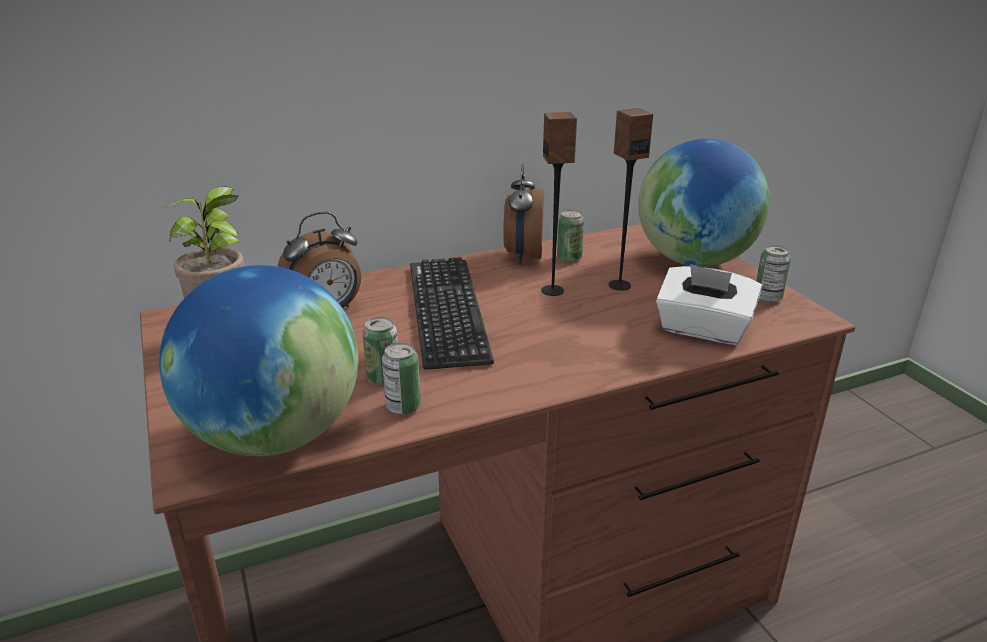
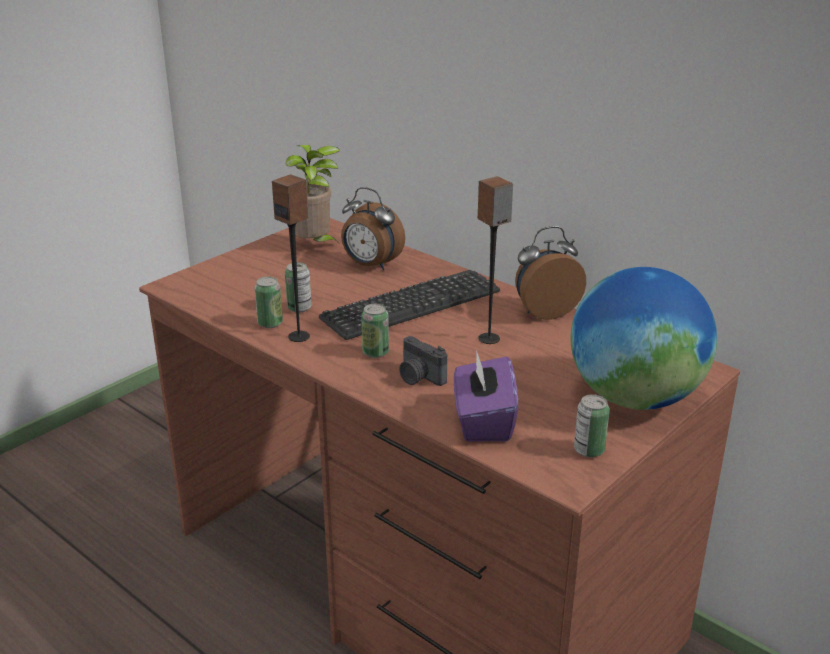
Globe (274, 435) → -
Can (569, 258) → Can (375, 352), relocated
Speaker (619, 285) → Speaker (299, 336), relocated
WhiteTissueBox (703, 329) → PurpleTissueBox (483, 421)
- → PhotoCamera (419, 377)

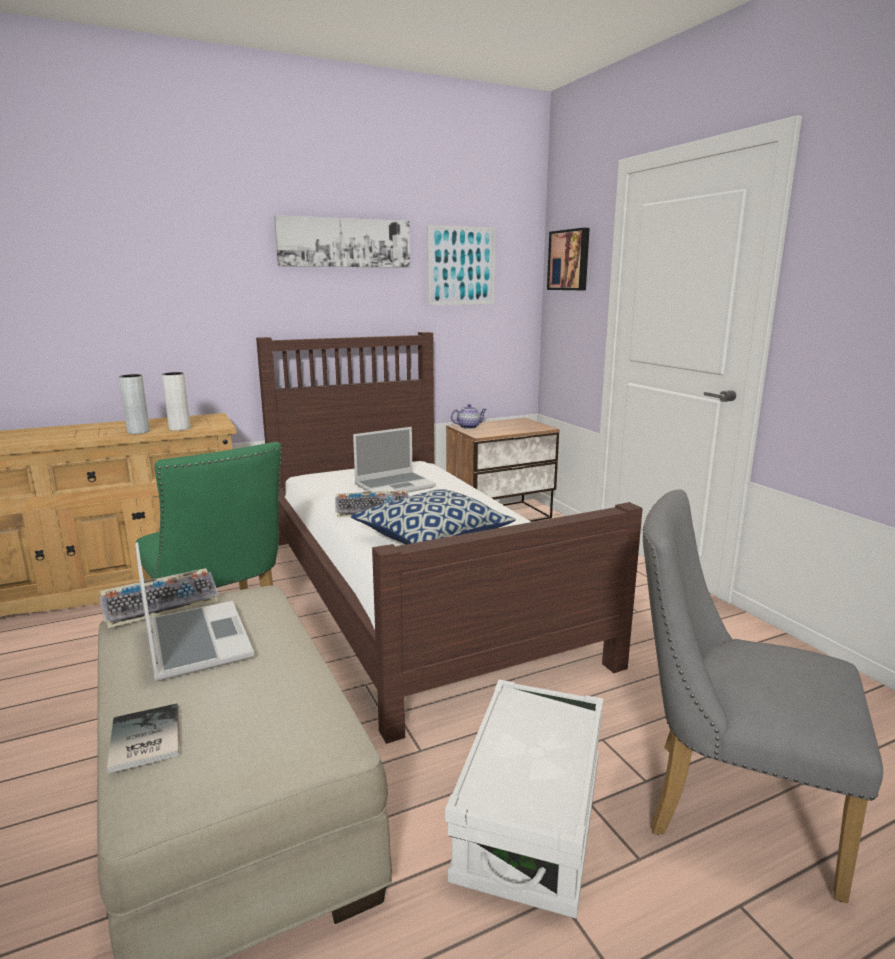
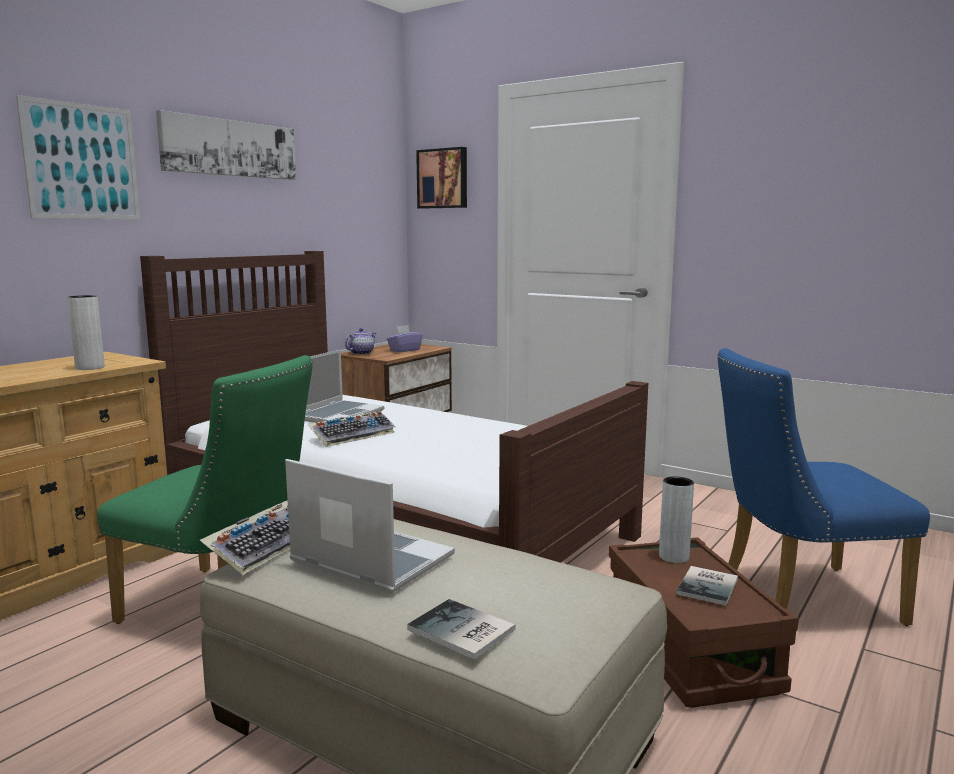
GreyVase (138, 432) → GreyVase (674, 557), relocated
Pillow (433, 538) → -
Picture (461, 266) → Picture (82, 162), relocated
WhiteStorageBox (530, 820) → BrownStorageBox (690, 650)
GreyChair (725, 805) → BlueChair (796, 598)
- → PurpleTissueBox (404, 350)
- → Book (709, 586)

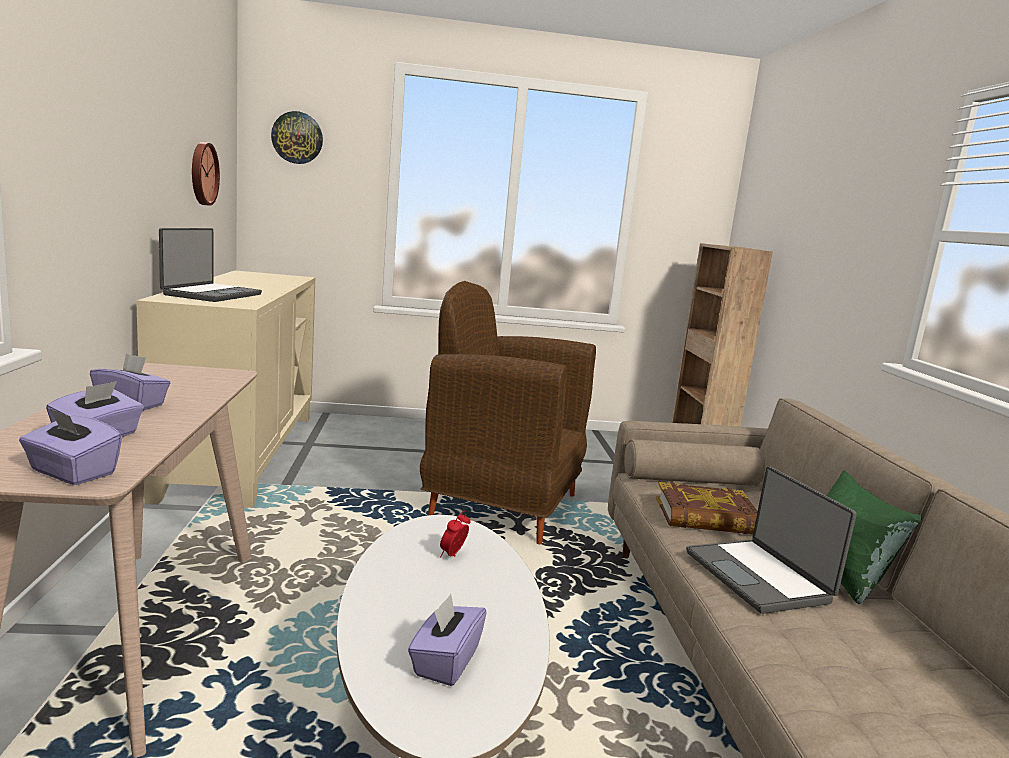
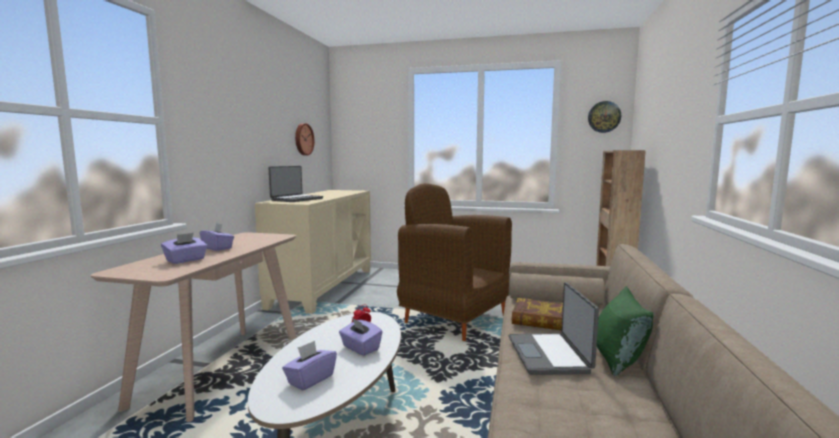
PurpleTissueBox (72, 473) → PurpleTissueBox (360, 348), relocated
WallClock (297, 138) → WallClock (604, 117), relocated

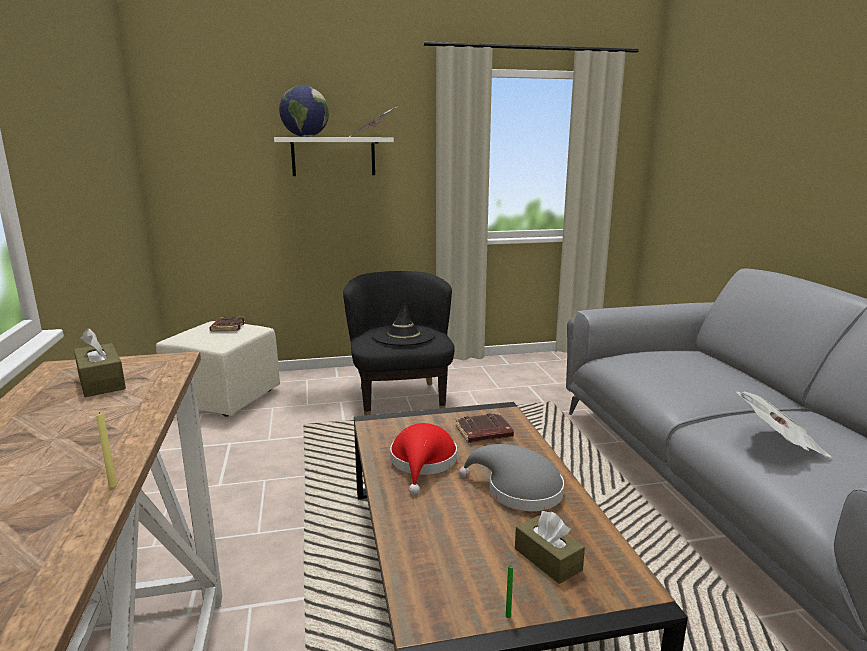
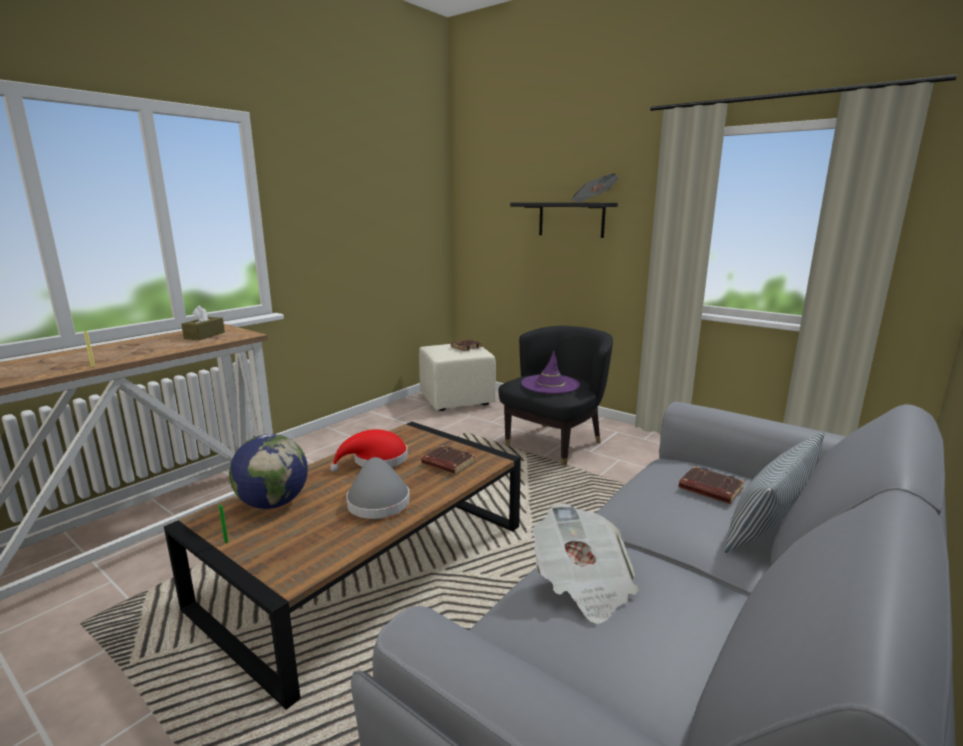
WhiteShelf (333, 156) → BlackShelf (571, 219)
Globe (305, 137) → Globe (273, 503), relocated
BlackHat (403, 336) → PurpleHat (550, 384)
BrownTissueBox (547, 559) → -
- → BrownBook (709, 489)
- → Pillow (770, 522)

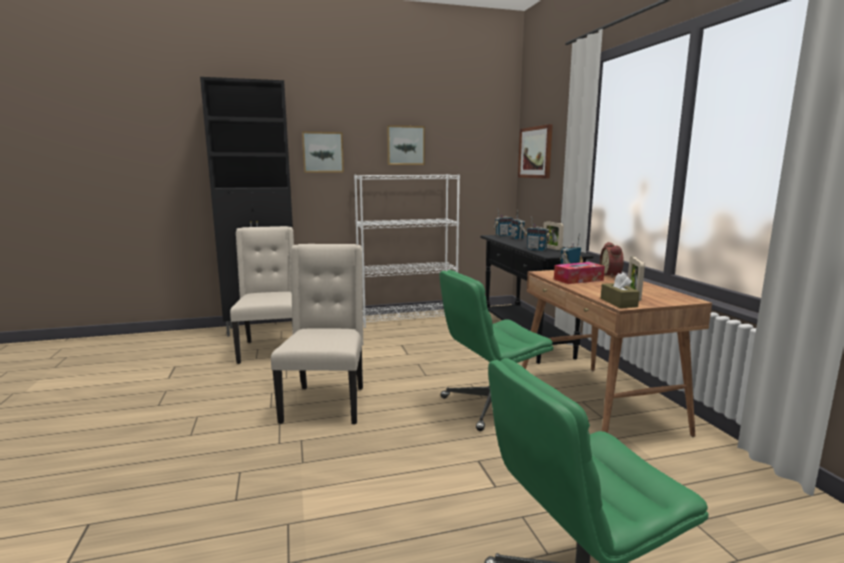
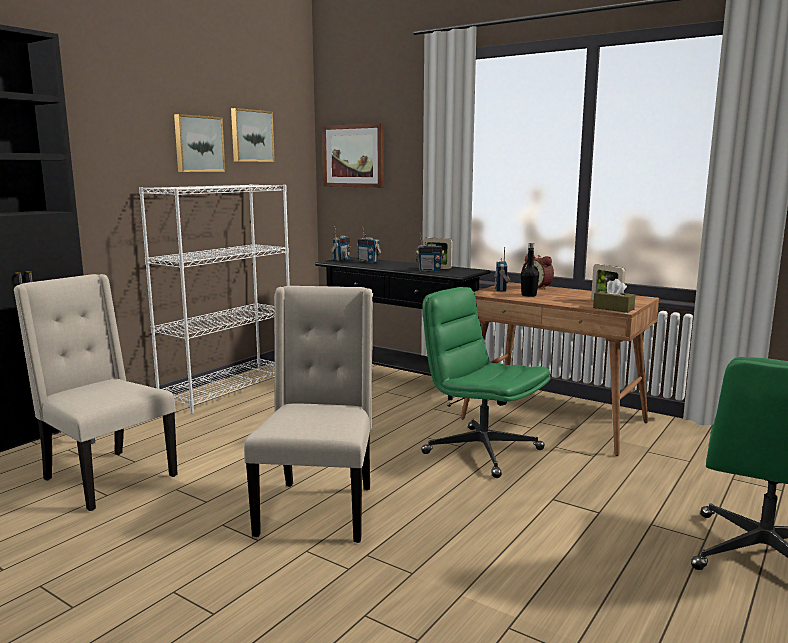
BeigeChair (325, 403) → BeigeChair (318, 509), 45 degrees clockwise
Picture (322, 152) → Picture (251, 136), relocated
GreenOfficeChair (490, 406) → GreenOfficeChair (481, 451), 105 degrees clockwise
TissueBox (578, 280) → BlackBottle (529, 295)

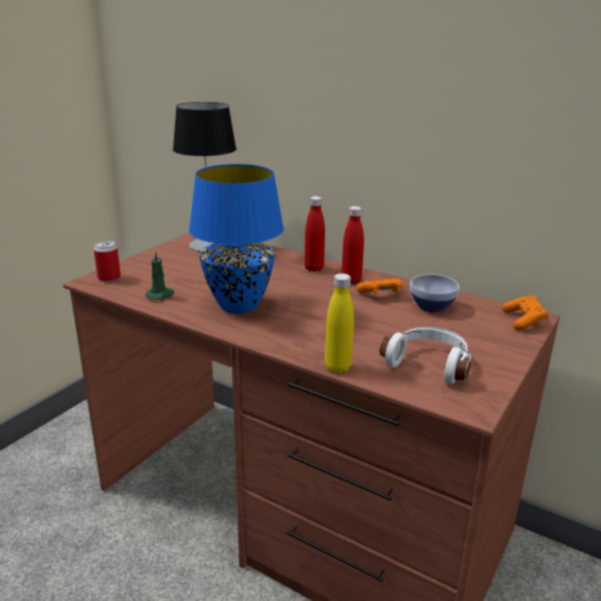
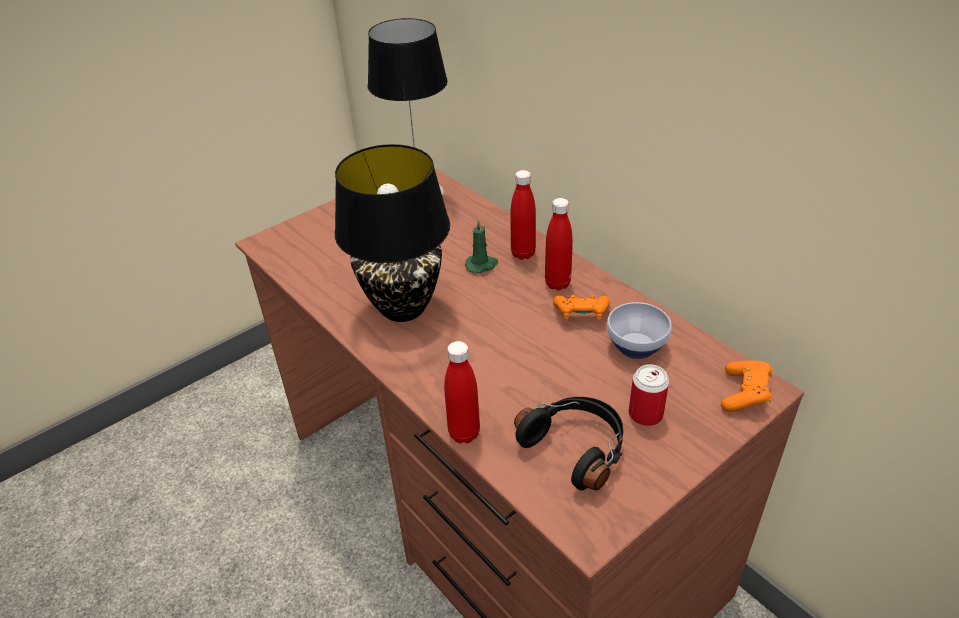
Can (109, 278) → Can (645, 414), relocated
GreenCandle (160, 295) → GreenCandle (482, 265), relocated
BlueTableLamp (239, 306) → BlackTableLamp (404, 308)
YellowBottle (337, 368) → RedBottle (464, 433)
WhiteHeadphones (429, 363) → BlackHeadphones (576, 447)

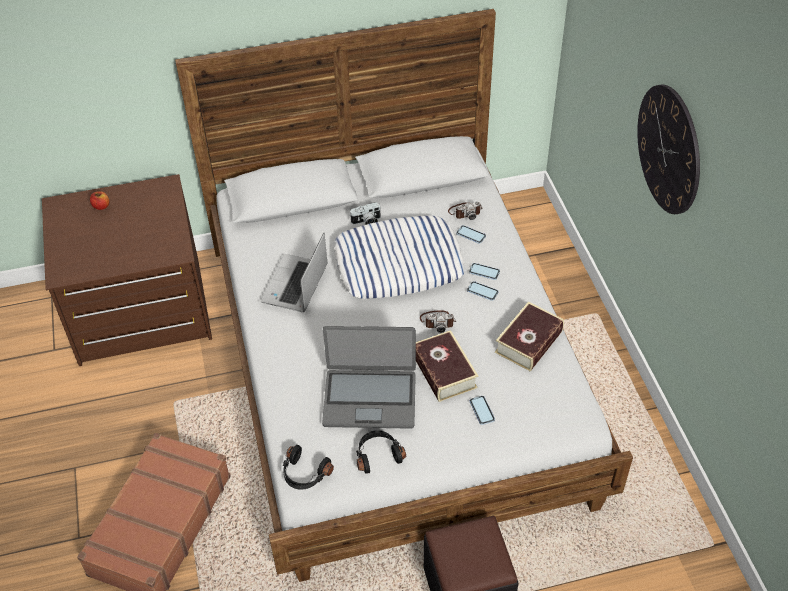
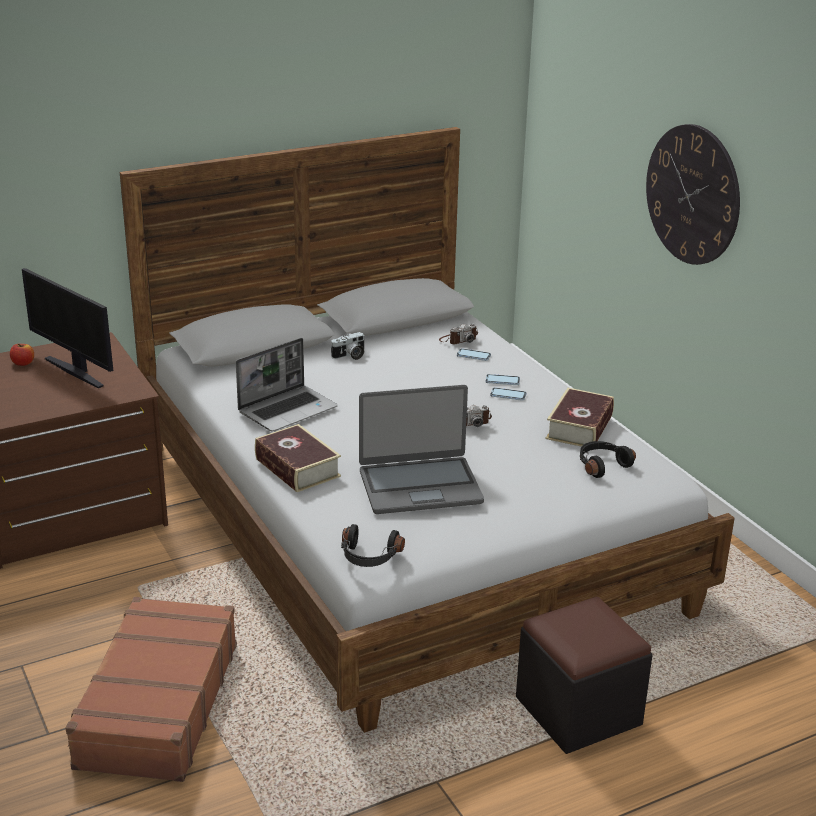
Laptop (295, 285) → Laptop (288, 410), 135 degrees counterclockwise
Pillow (399, 264) → -
BlackHeadphones (378, 455) → BlackHeadphones (601, 465), relocated
Book (444, 371) → Book (297, 467), relocated
Phone (482, 411) → -
- → Monitor (76, 371)

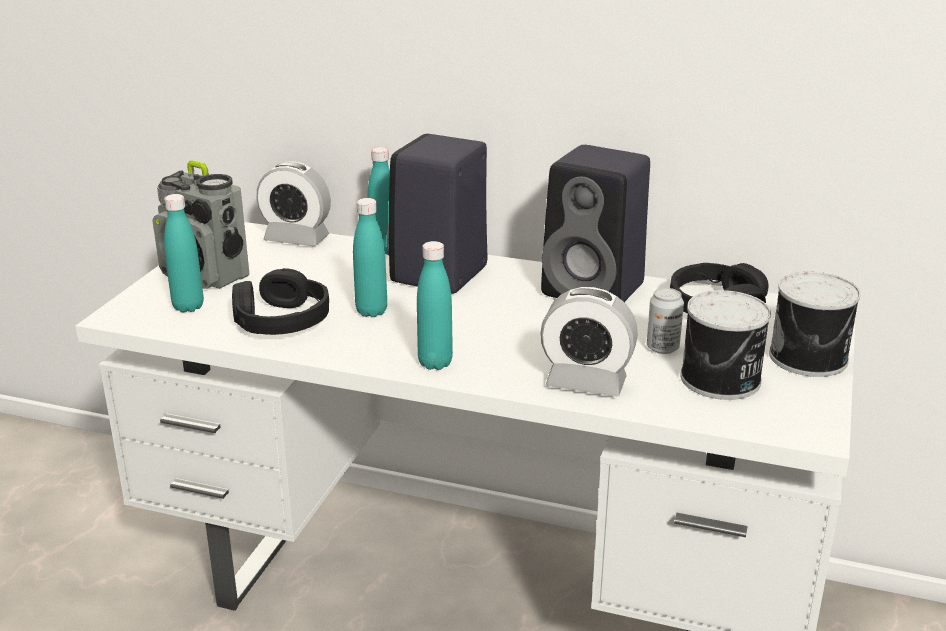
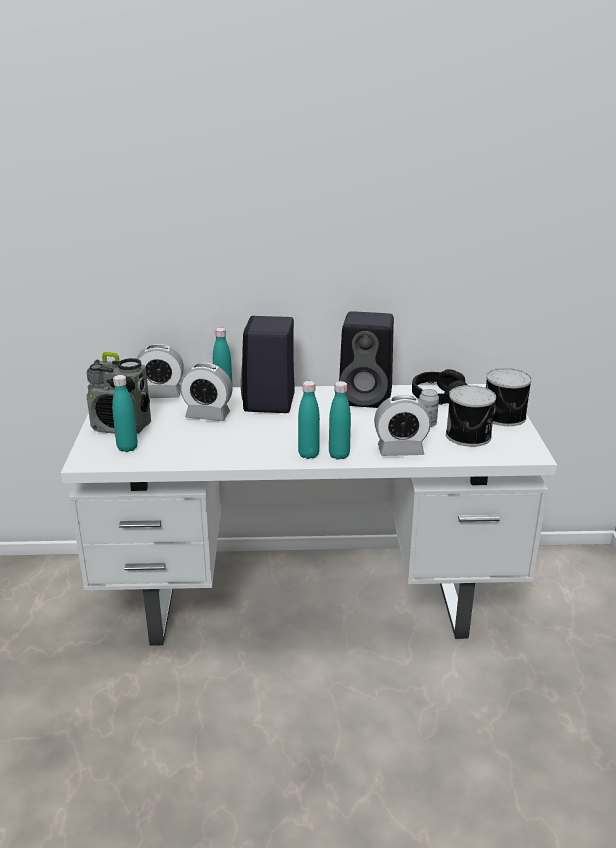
BlackHeadphones (281, 320) → -
TurquoiseBottle (371, 311) → TurquoiseBottle (339, 455), relocated
- → AlarmClock (207, 415)

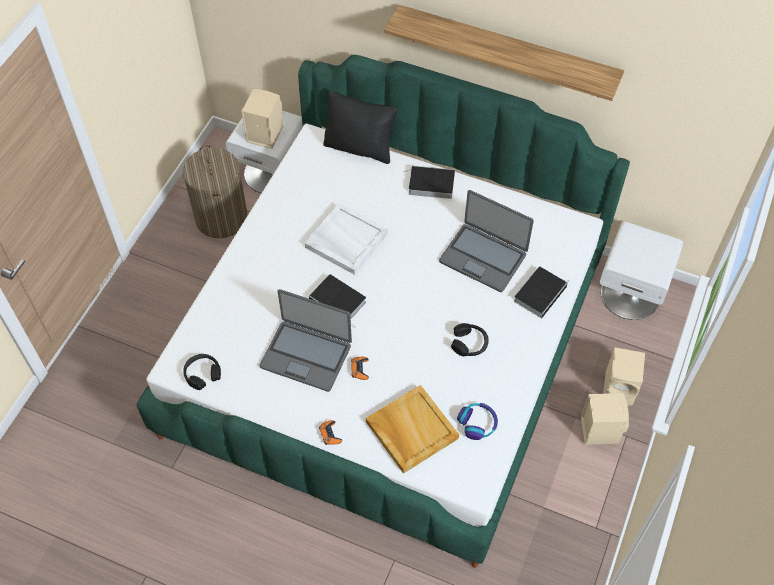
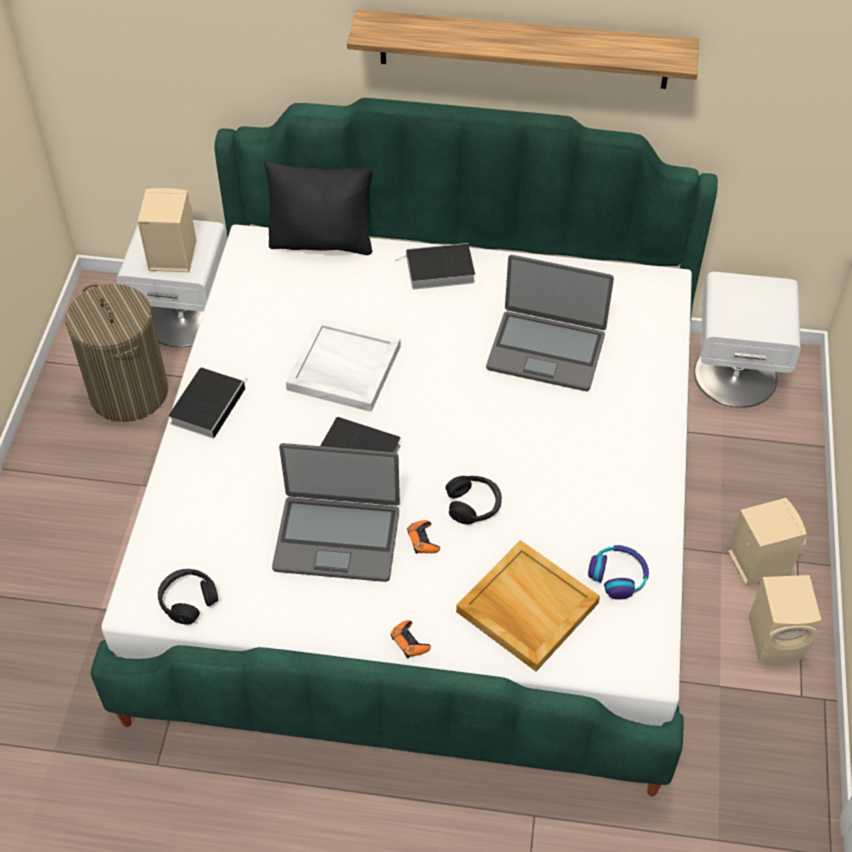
BlackHeadphones (469, 344) → BlackHeadphones (473, 505), relocated
Book (540, 293) → Book (208, 404), relocated
BeigeSpeaker (620, 389) → BeigeSpeaker (778, 638), relocated

